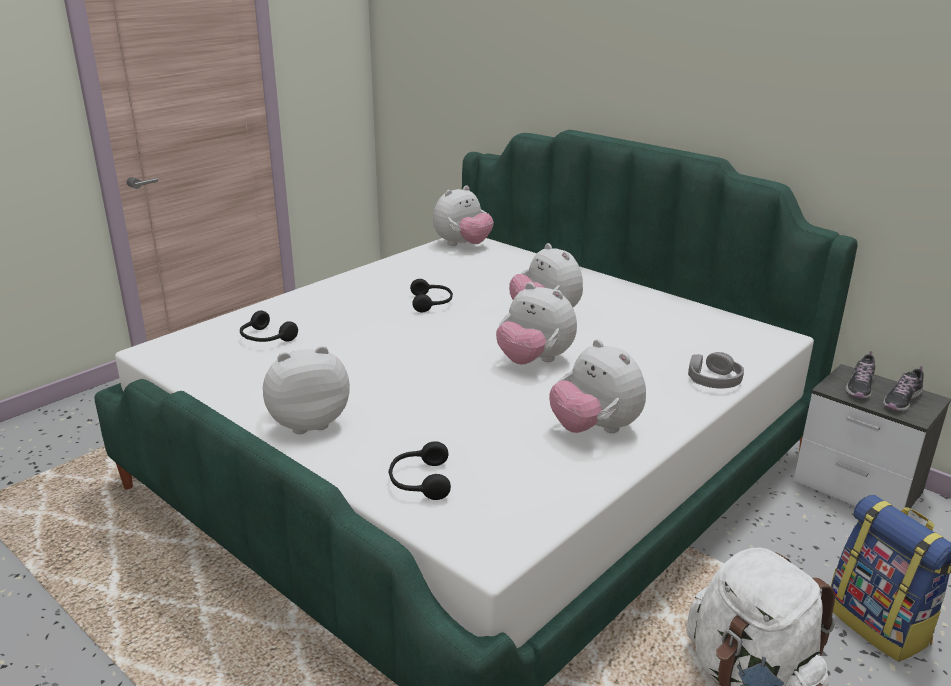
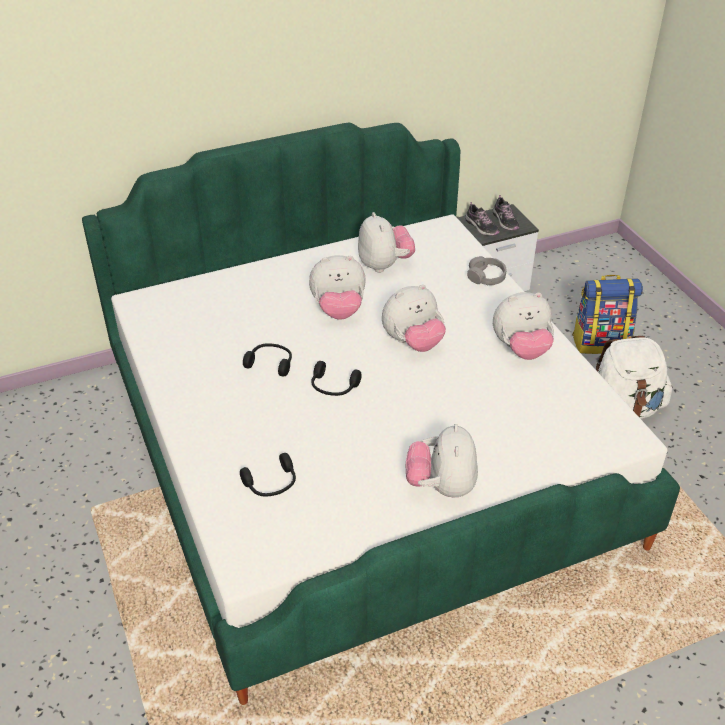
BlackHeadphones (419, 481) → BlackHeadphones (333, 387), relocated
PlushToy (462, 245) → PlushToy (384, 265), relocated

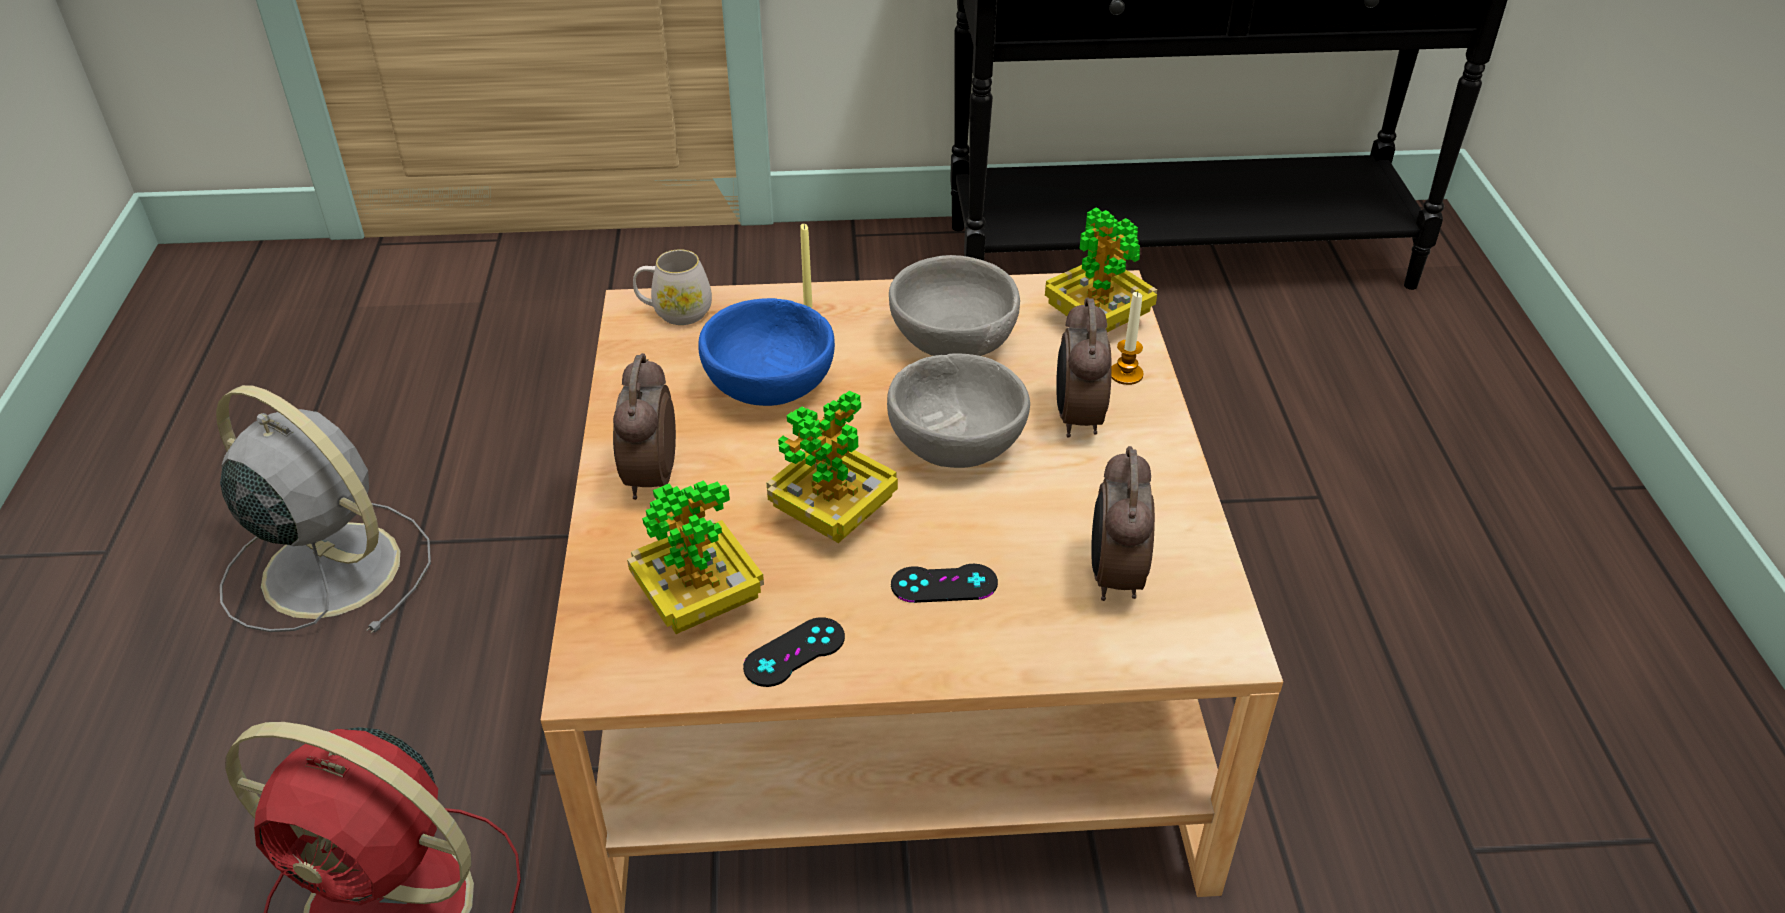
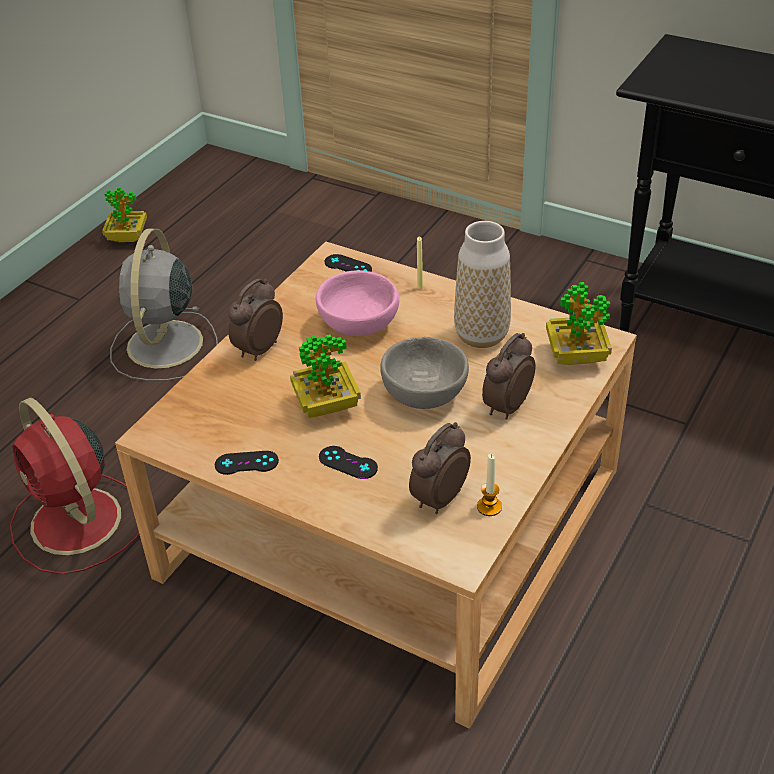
GreyFan (327, 567) → GreyFan (164, 346), 150 degrees counterclockwise
PottedPlant (699, 602) → PottedPlant (127, 237), relocated
WhiteMug (675, 312) → BlackGameController (348, 266)
BlueBowl (767, 385) → PinkBowl (357, 323)
GreyBowl (954, 340) → Vase (481, 336)
Candle (1126, 374) → Candle (489, 507), relocated

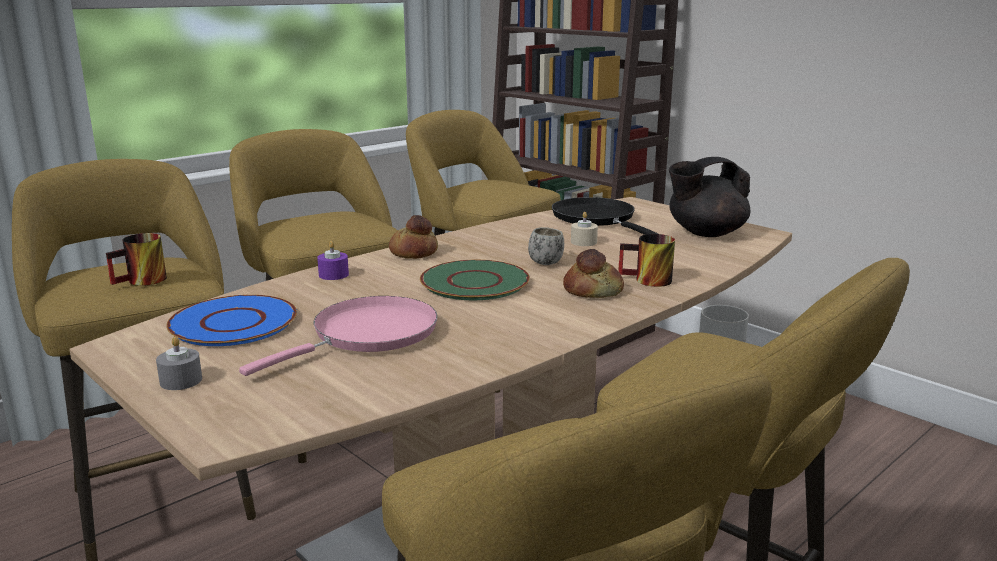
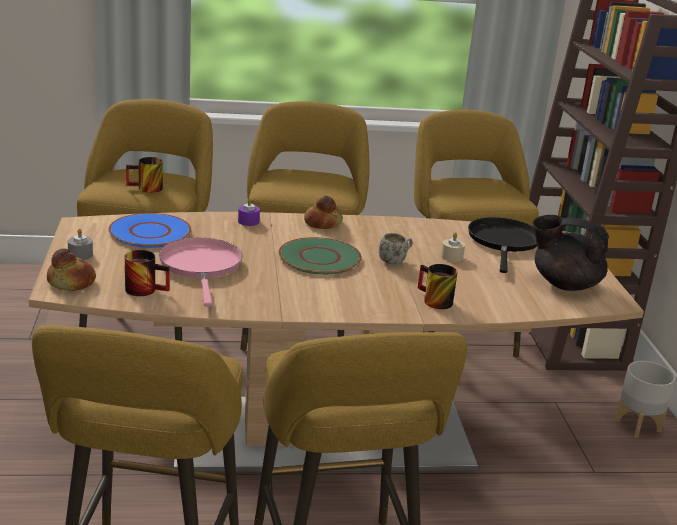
PinkFryingPan (368, 335) → PinkFryingPan (201, 267), 90 degrees counterclockwise
Bread (593, 290) → Bread (71, 282), relocated
- → Mug (146, 289)

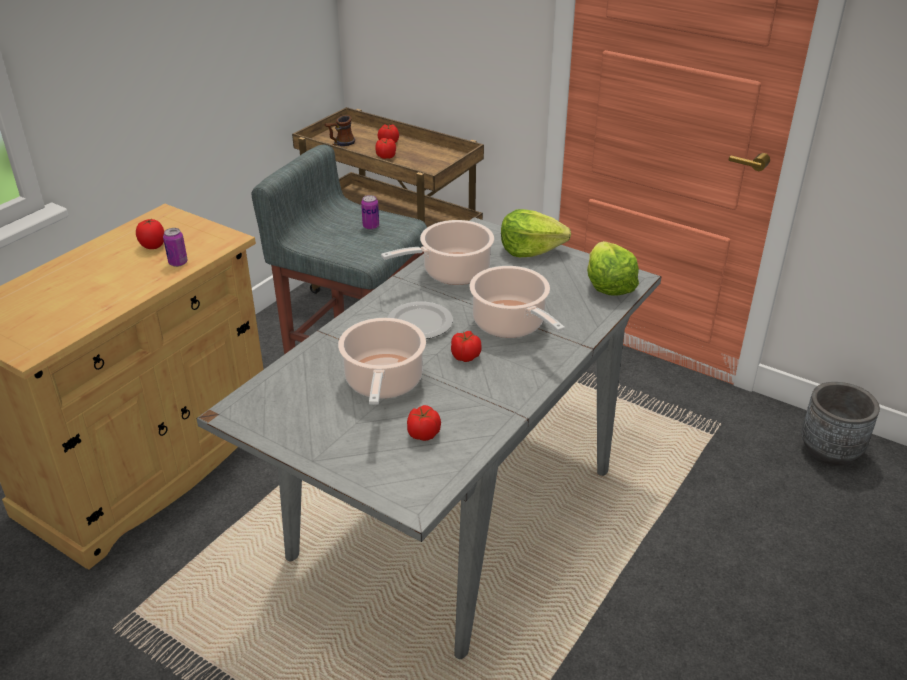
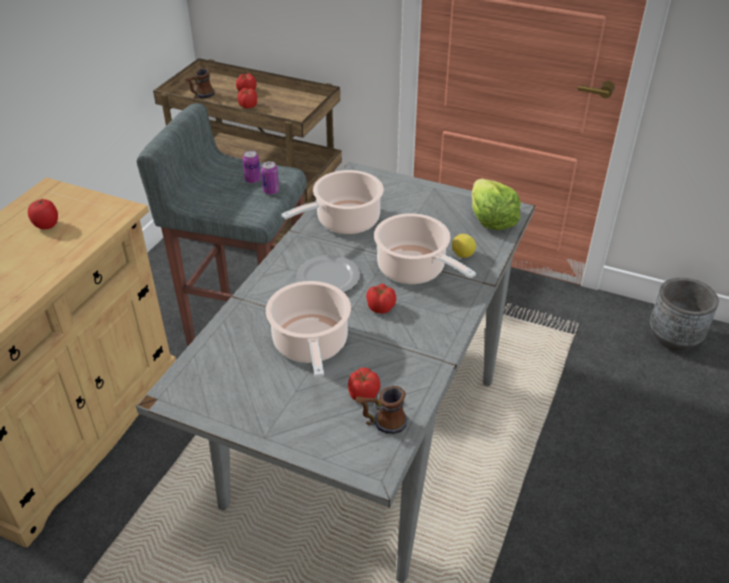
Can (178, 263) → Can (271, 191), relocated
Lettuce (530, 249) → -
- → Mug (381, 423)
- → Lemon (462, 255)

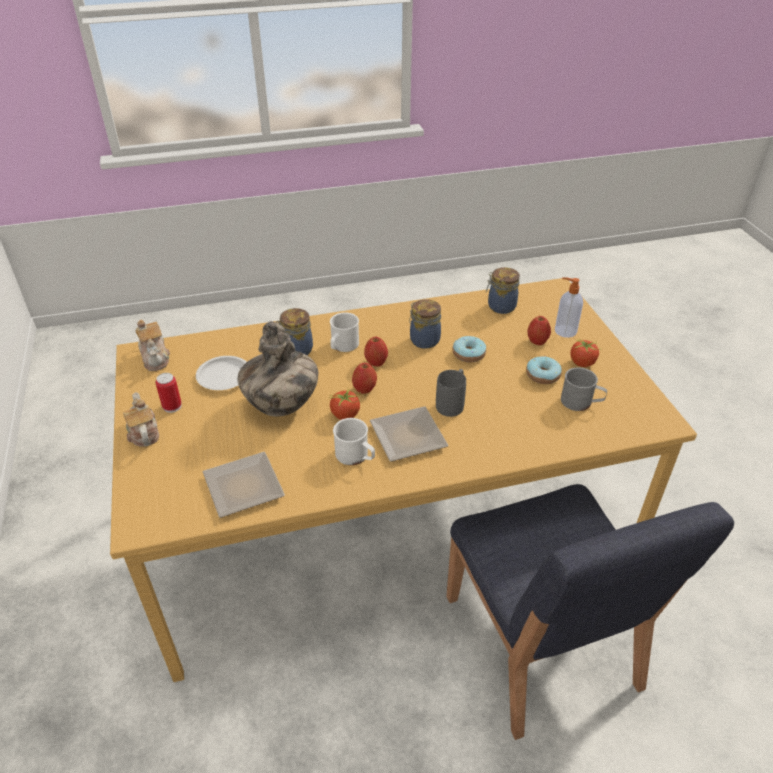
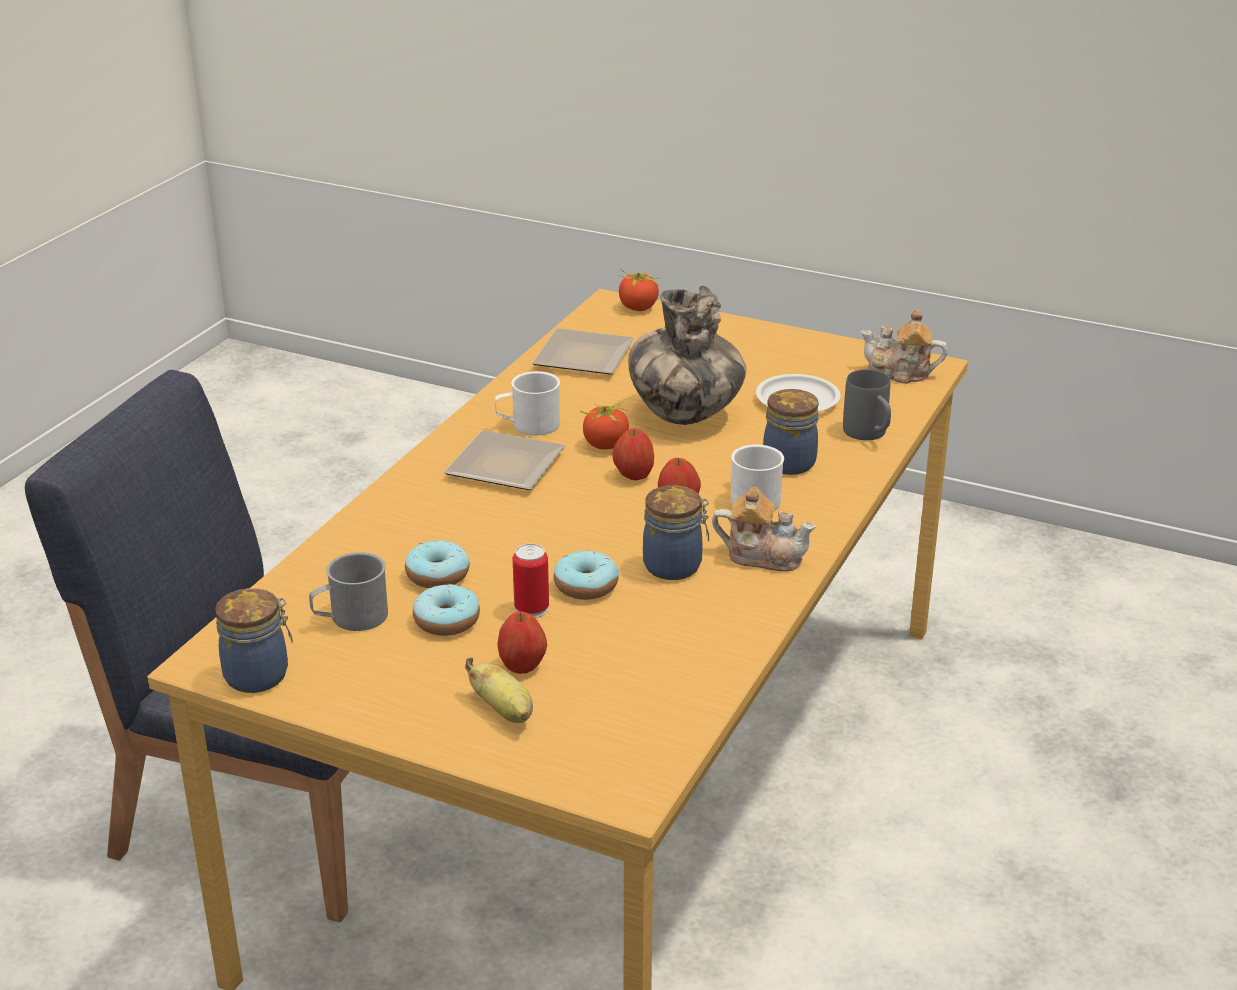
Teapot (143, 433) → Teapot (763, 556), relocated
Can (172, 406) → Can (531, 609), relocated
GreyMug (452, 403) → GreyMug (869, 435), relocated
Jar (500, 306) → Jar (259, 675), relocated
SoapDispenser (564, 331) → Banana (504, 711)
Tomato (582, 363) → Tomato (638, 308), relocated
- → Donut (438, 575)

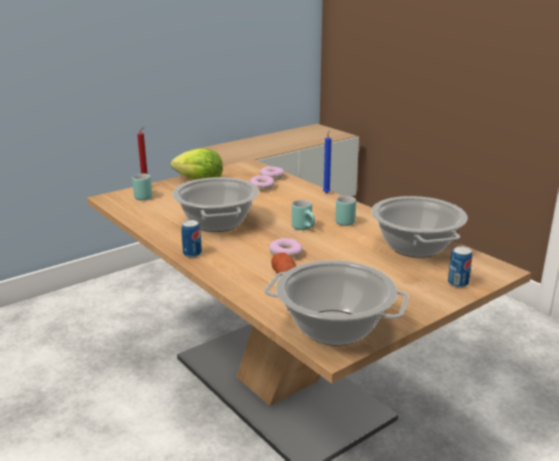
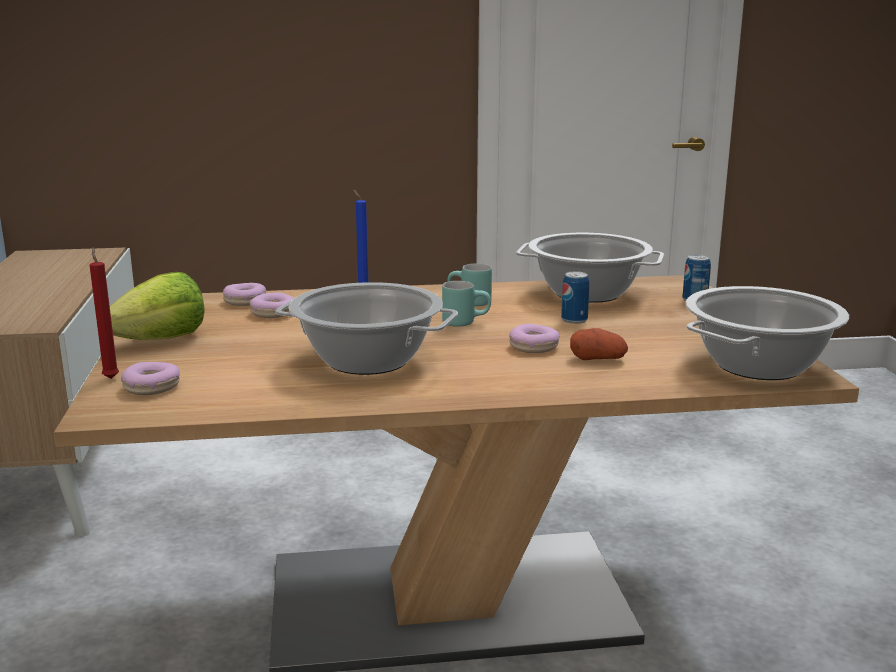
TurquoiseMug (143, 196) → Donut (152, 387)
Can (192, 254) → Can (574, 320), relocated

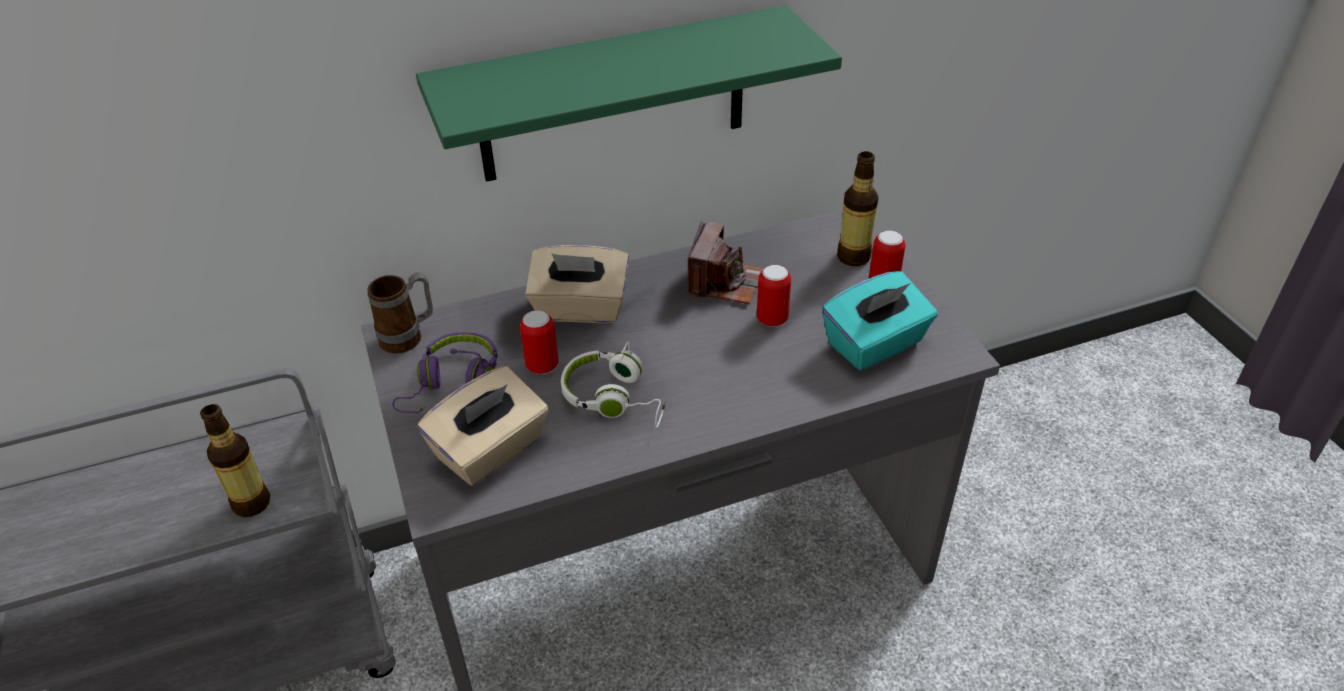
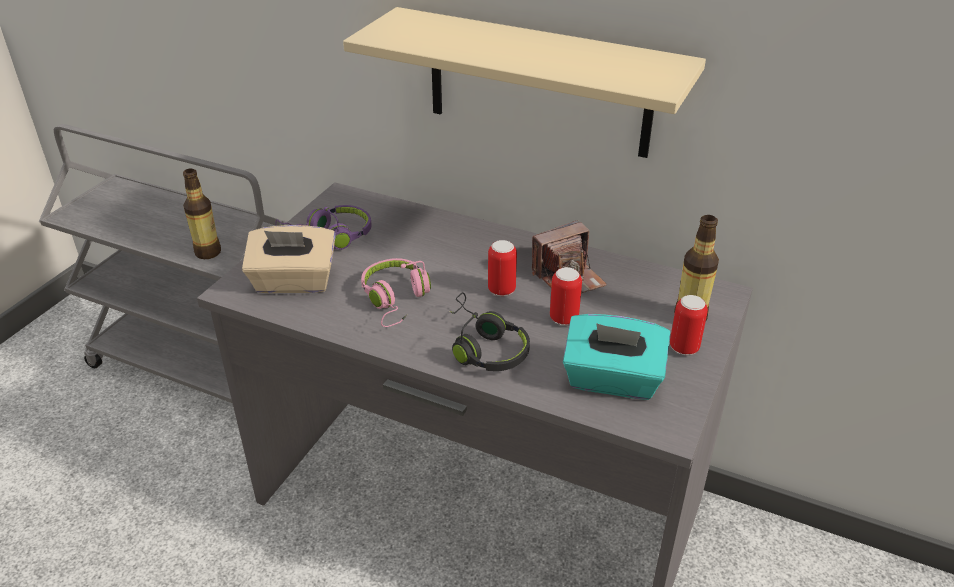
Mug (409, 337) → -
GreenShelf (613, 96) → BeigeShelf (538, 83)
Can (542, 366) → Can (501, 290), relocated
BeigeTissueBox (580, 309) → -
WhiteHeadphones (615, 398) → PinkHeadphones (396, 299)
- → BlackHeadphones (483, 347)

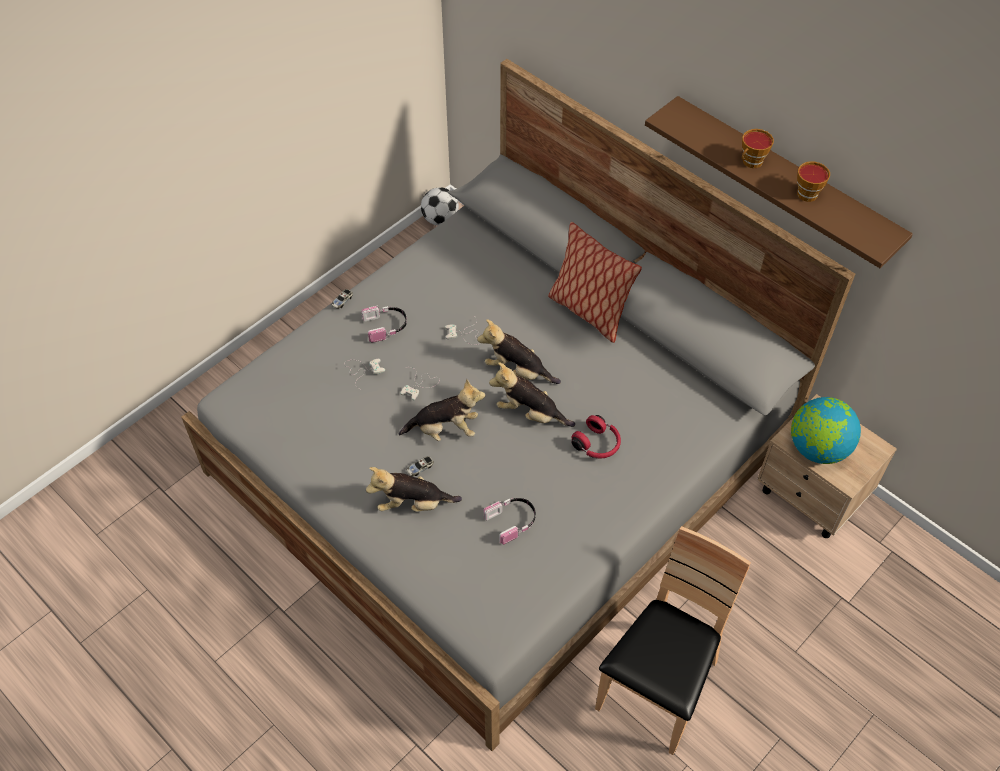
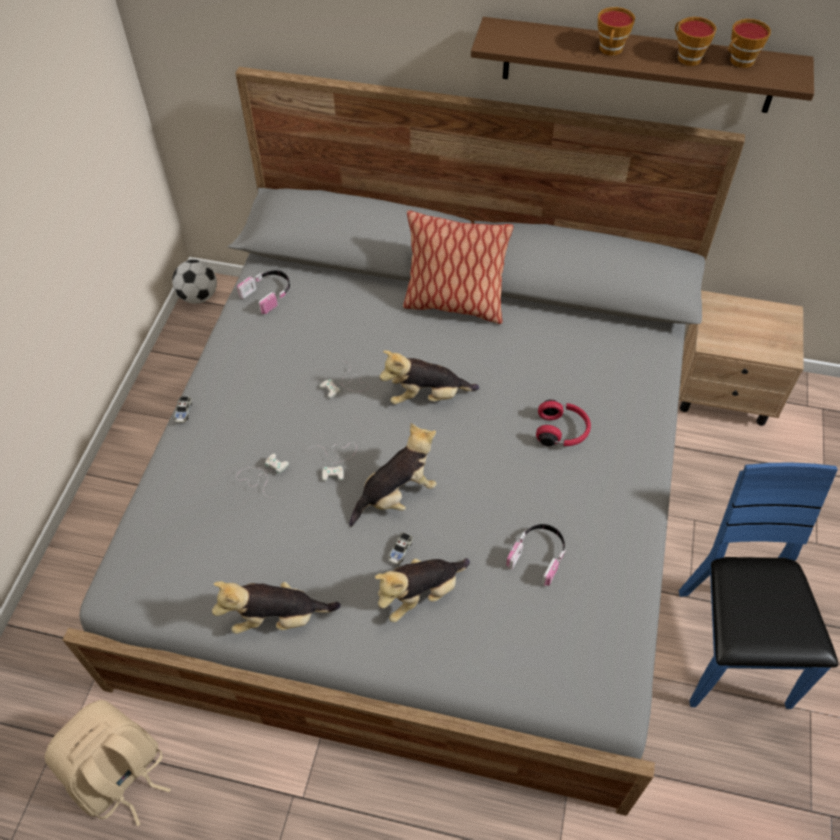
Headphones (386, 326) → Headphones (268, 294), relocated
PlushToy (530, 413) → PlushToy (278, 618), relocated
BrownChair (658, 687) → BlueChair (730, 649)
Globe (817, 448) → -
- → BeigeBackpack (121, 777)
- → Cup (739, 62)

